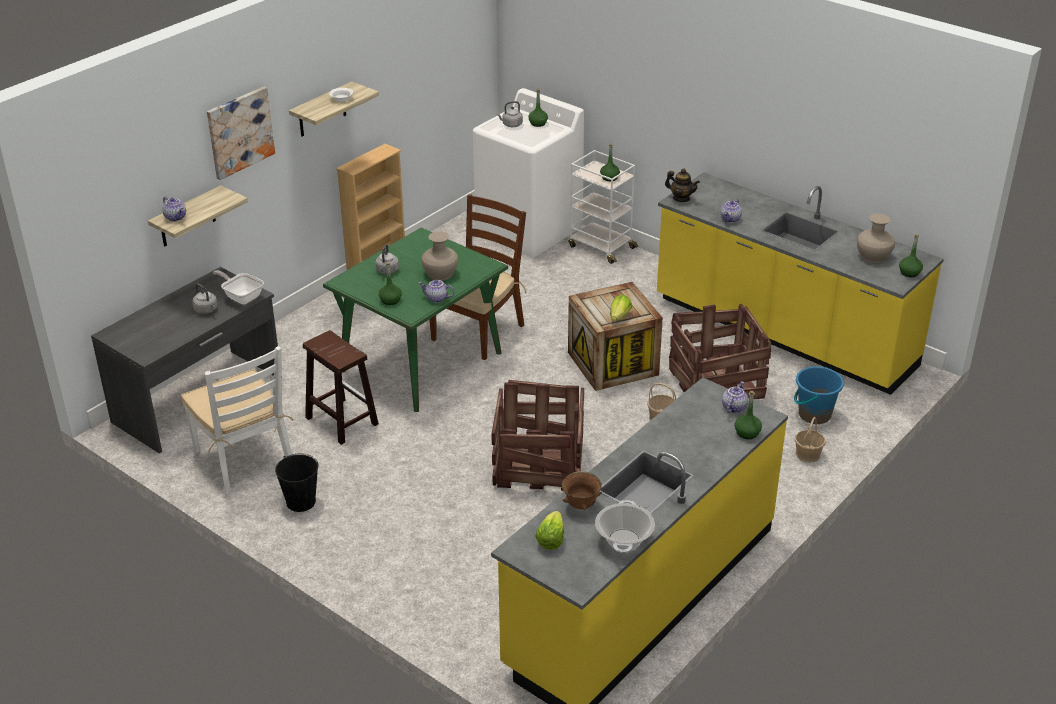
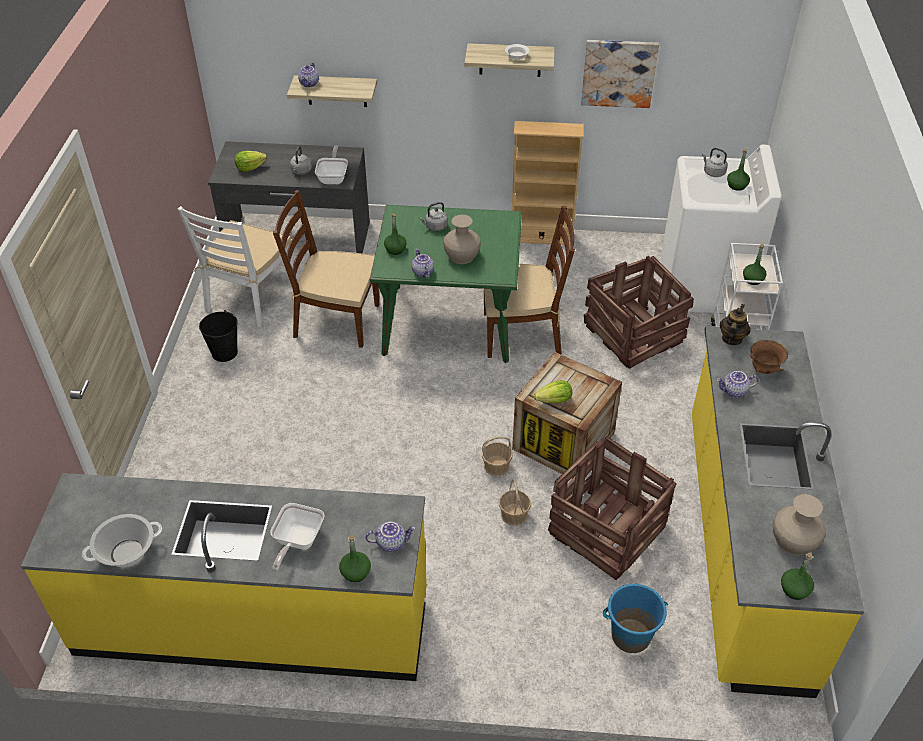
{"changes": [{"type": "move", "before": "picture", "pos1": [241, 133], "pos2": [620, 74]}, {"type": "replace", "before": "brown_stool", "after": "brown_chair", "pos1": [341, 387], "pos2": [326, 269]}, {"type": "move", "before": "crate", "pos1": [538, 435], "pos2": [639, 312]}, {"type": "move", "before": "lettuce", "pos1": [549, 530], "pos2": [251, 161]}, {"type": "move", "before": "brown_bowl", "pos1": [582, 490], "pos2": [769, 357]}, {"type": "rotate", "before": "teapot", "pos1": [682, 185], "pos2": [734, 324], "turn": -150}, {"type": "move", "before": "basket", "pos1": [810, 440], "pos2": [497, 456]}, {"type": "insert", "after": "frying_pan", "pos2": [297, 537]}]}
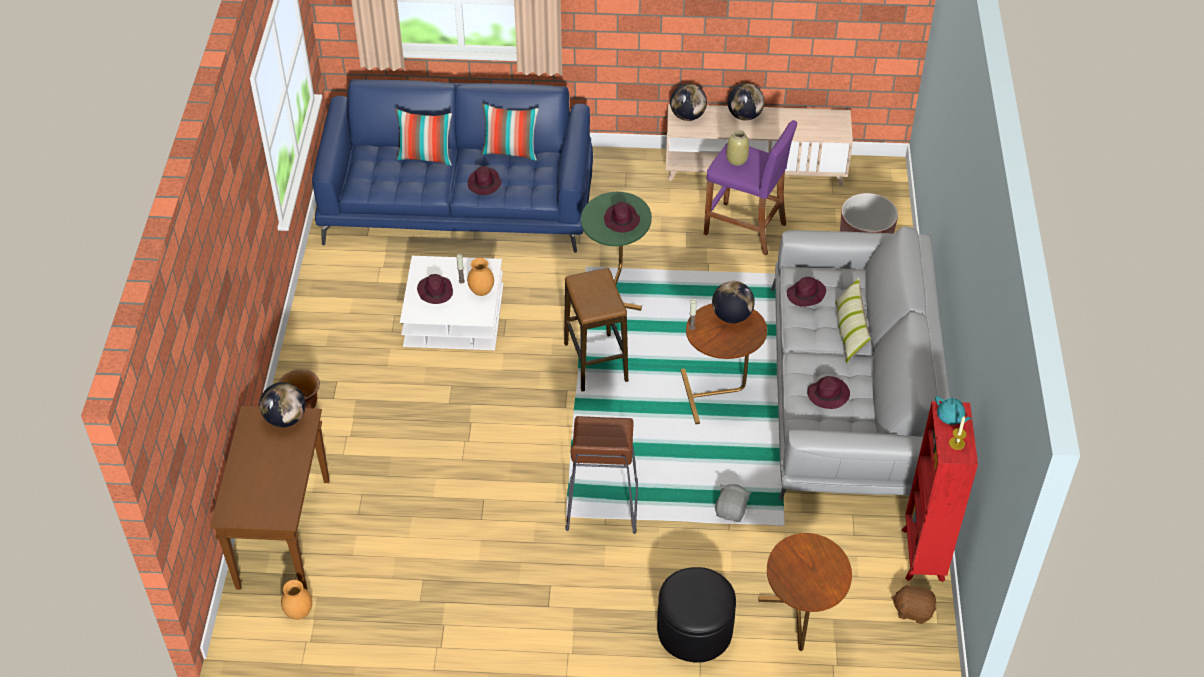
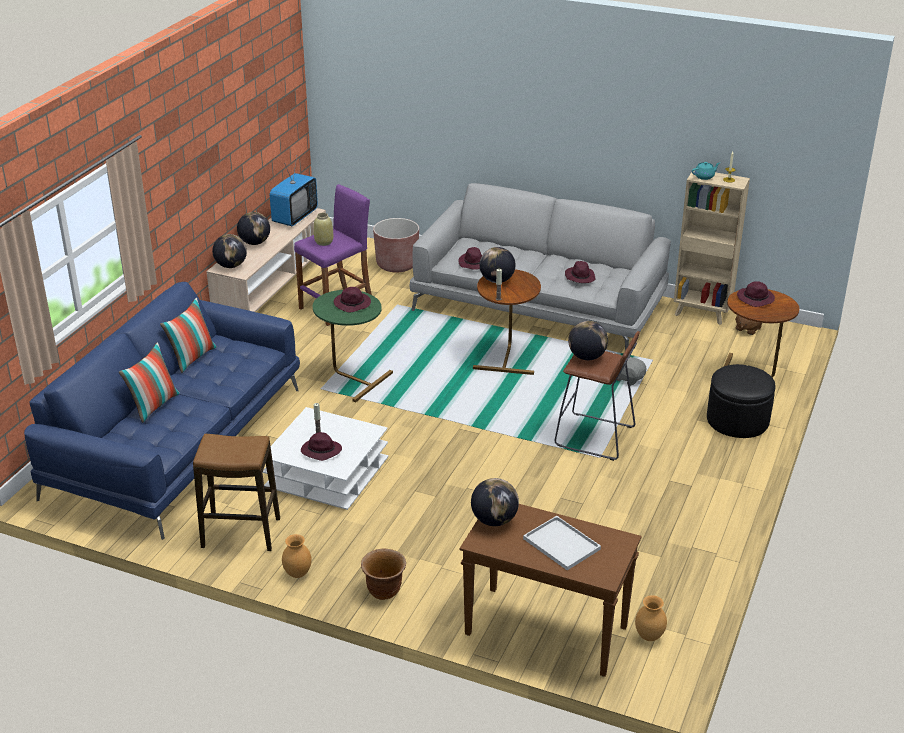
{"changes": [{"type": "move", "before": "brown_vase", "pos1": [480, 277], "pos2": [297, 556]}, {"type": "move", "before": "purple_hat", "pos1": [485, 180], "pos2": [756, 294]}, {"type": "move", "before": "stool", "pos1": [596, 329], "pos2": [236, 492]}, {"type": "delete", "before": "pillow", "pos1": [853, 320]}, {"type": "recolor", "before": "red_bookcase", "after": "beige_bookcase", "pos1": [939, 491], "pos2": [712, 247]}, {"type": "insert", "after": "television", "pos2": [293, 191]}, {"type": "insert", "after": "white_tray", "pos2": [562, 543]}, {"type": "insert", "after": "globe", "pos2": [588, 340]}]}
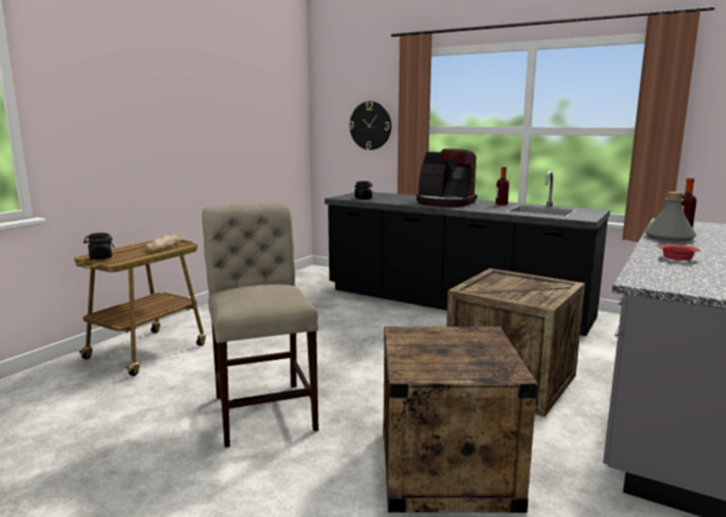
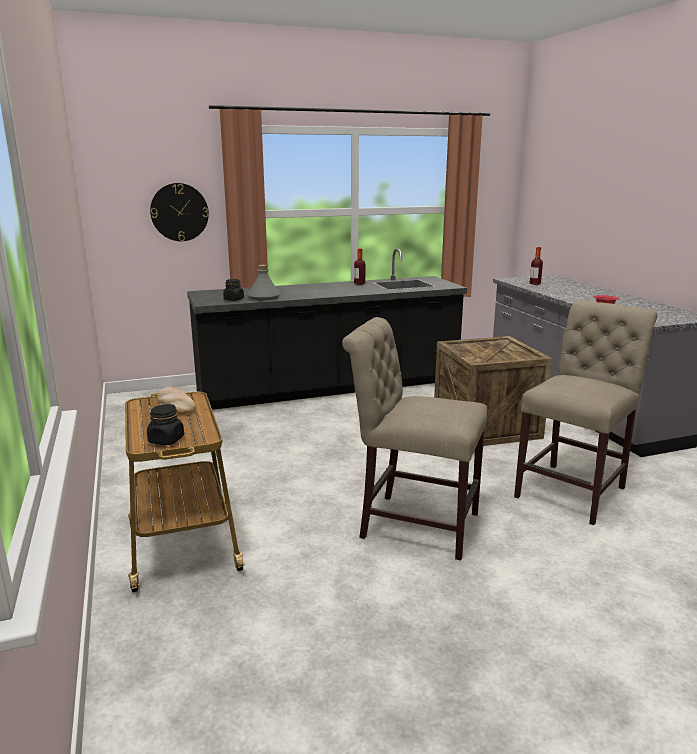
{"changes": [{"type": "replace", "before": "crate", "after": "beige_chair", "pos1": [460, 419], "pos2": [585, 412]}, {"type": "delete", "before": "coffee_machine", "pos1": [446, 178]}, {"type": "move", "before": "grey_bottle", "pos1": [670, 217], "pos2": [263, 282]}]}
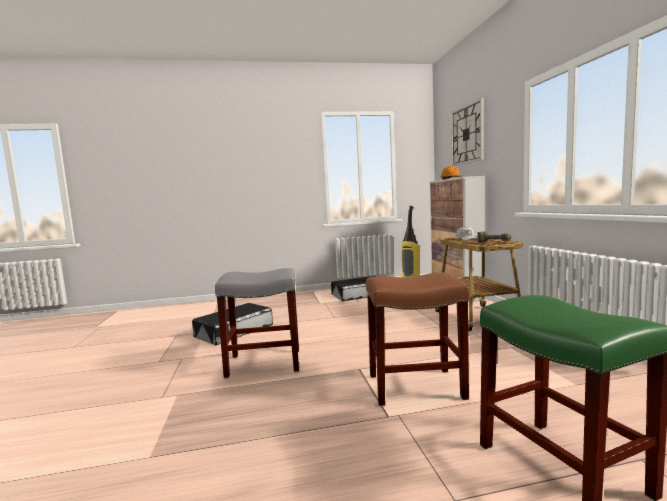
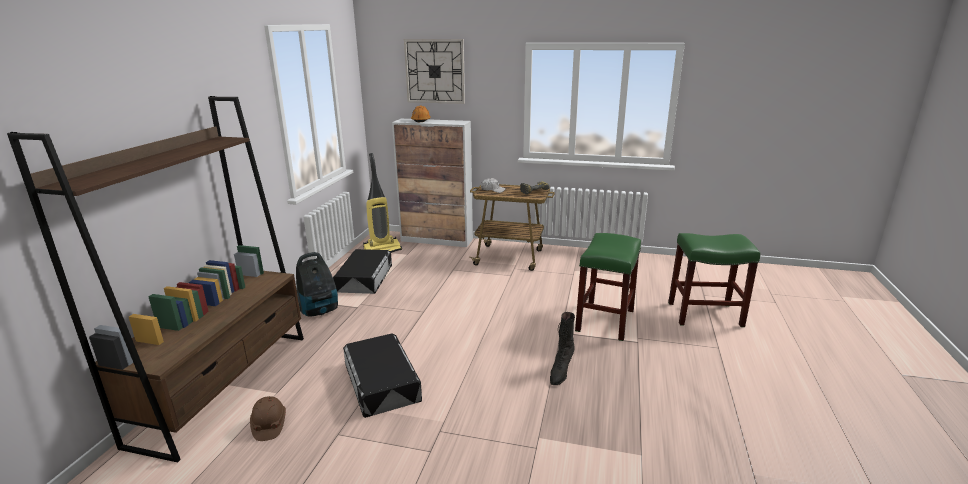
{"changes": [{"type": "delete", "before": "grey_stool", "pos1": [257, 323]}, {"type": "recolor", "before": "brown_stool", "after": "green_stool", "pos1": [417, 339], "pos2": [608, 287]}, {"type": "insert", "after": "brown_bookcase", "pos2": [155, 279]}, {"type": "insert", "after": "brown_hard_hat", "pos2": [268, 418]}, {"type": "insert", "after": "vacuum_cleaner", "pos2": [317, 284]}, {"type": "insert", "after": "black_boot", "pos2": [562, 348]}]}
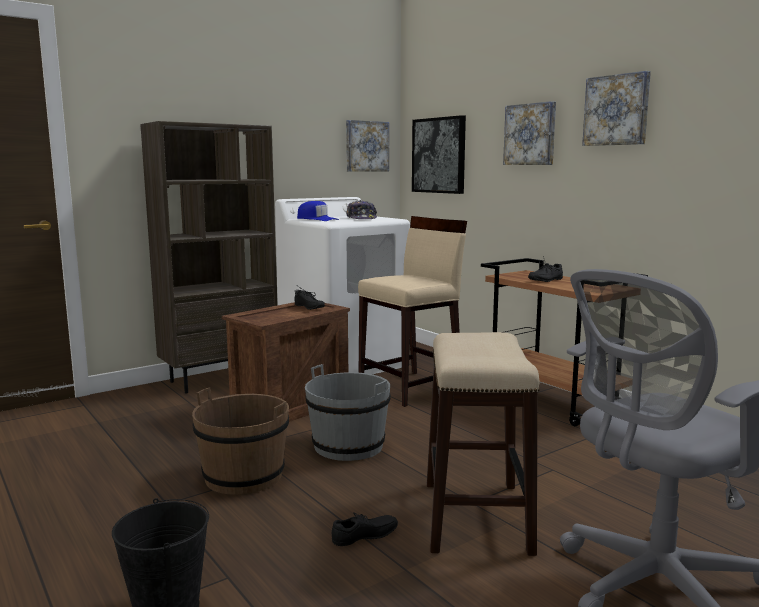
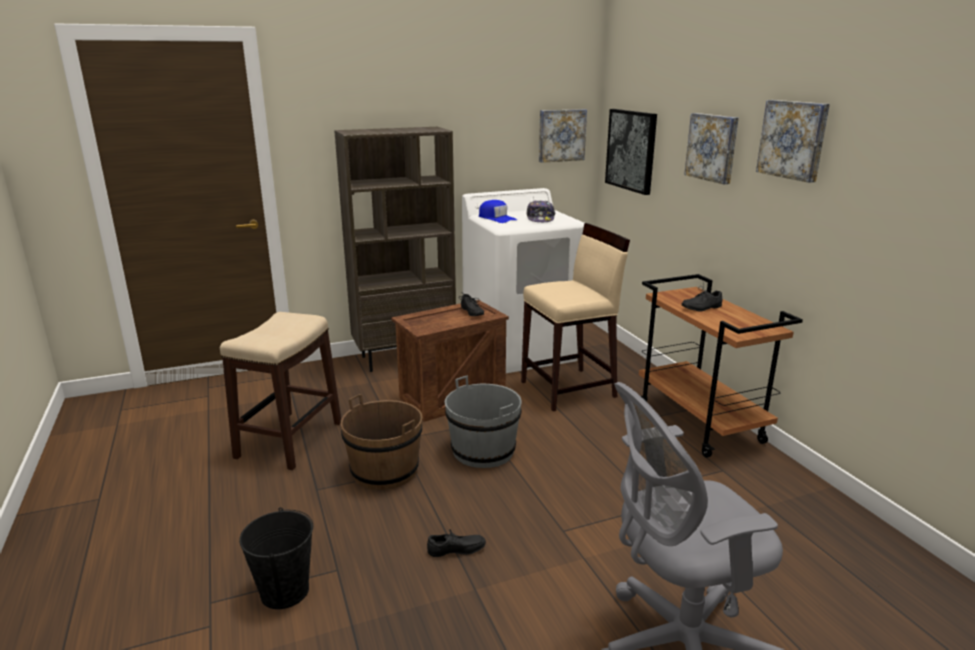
{"changes": [{"type": "move", "before": "stool", "pos1": [483, 444], "pos2": [280, 391]}]}
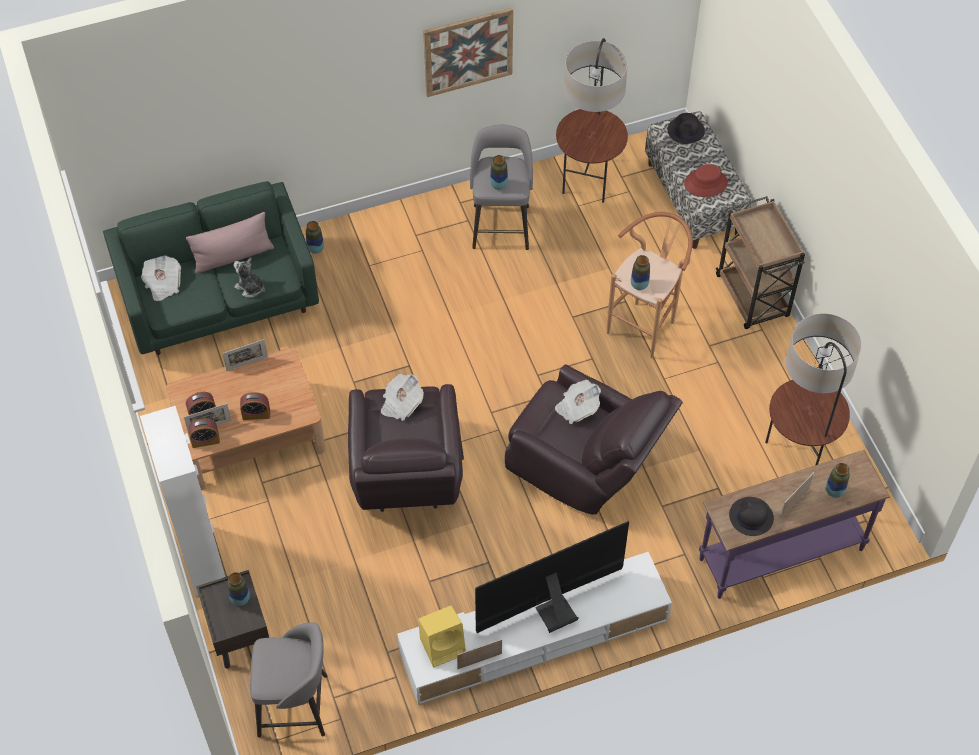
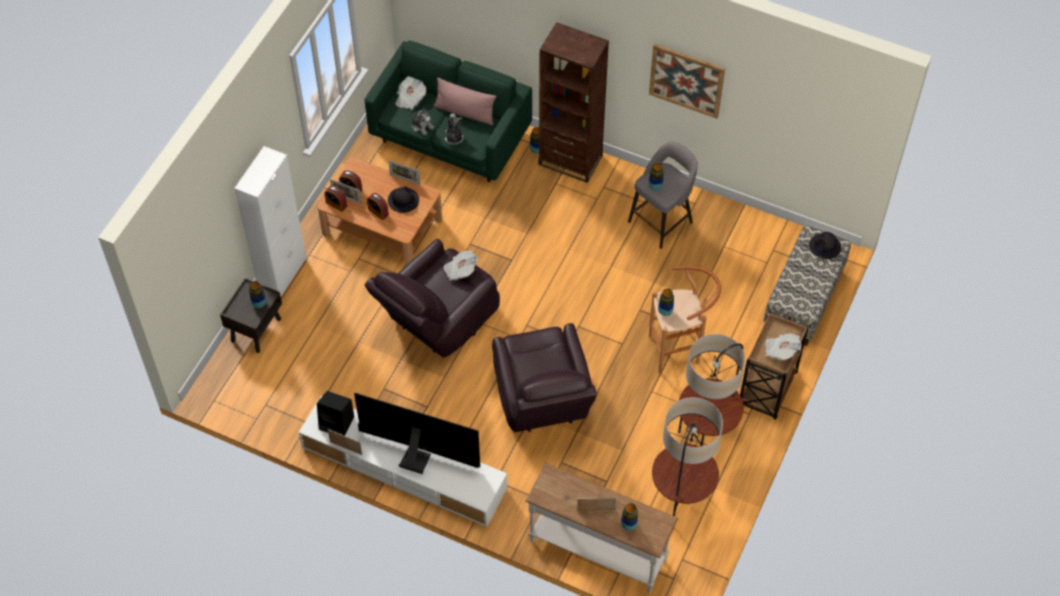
{"changes": [{"type": "delete", "before": "grey_stool", "pos1": [288, 679]}, {"type": "recolor", "before": "yellow_speaker", "after": "black_speaker", "pos1": [442, 637], "pos2": [335, 413]}, {"type": "move", "before": "newspaper", "pos1": [578, 402], "pos2": [783, 346]}, {"type": "move", "before": "floor_lamp", "pos1": [592, 120], "pos2": [711, 390]}, {"type": "delete", "before": "red_hat", "pos1": [706, 180]}, {"type": "recolor", "before": "purple_console_table", "after": "white_console_table", "pos1": [794, 524], "pos2": [601, 528]}, {"type": "move", "before": "black_hat", "pos1": [751, 516], "pos2": [403, 199]}, {"type": "insert", "after": "plush_toy", "pos2": [422, 122]}, {"type": "insert", "after": "brown_bookcase", "pos2": [574, 102]}]}
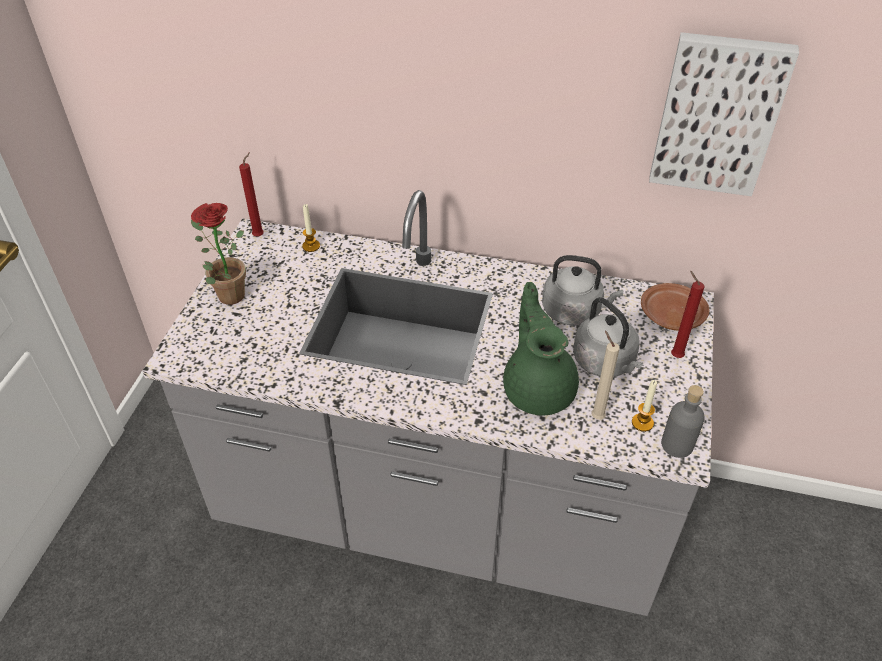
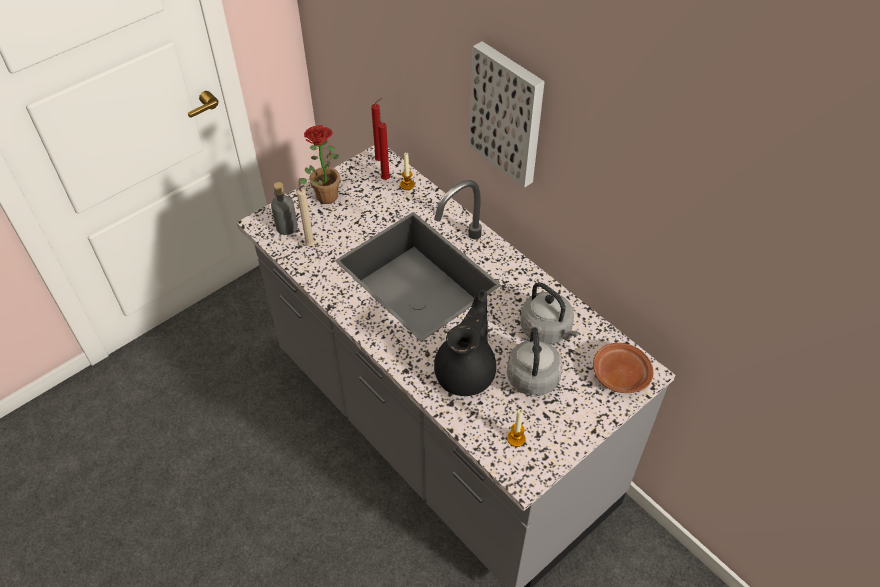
{"changes": [{"type": "recolor", "before": "green_teapot", "after": "black_teapot", "pos1": [541, 349], "pos2": [465, 342]}, {"type": "move", "before": "beige_candle", "pos1": [605, 375], "pos2": [306, 212]}, {"type": "move", "before": "picture", "pos1": [724, 114], "pos2": [507, 114]}, {"type": "move", "before": "grey_bottle", "pos1": [683, 421], "pos2": [284, 208]}, {"type": "move", "before": "red_candle", "pos1": [688, 314], "pos2": [384, 146]}]}
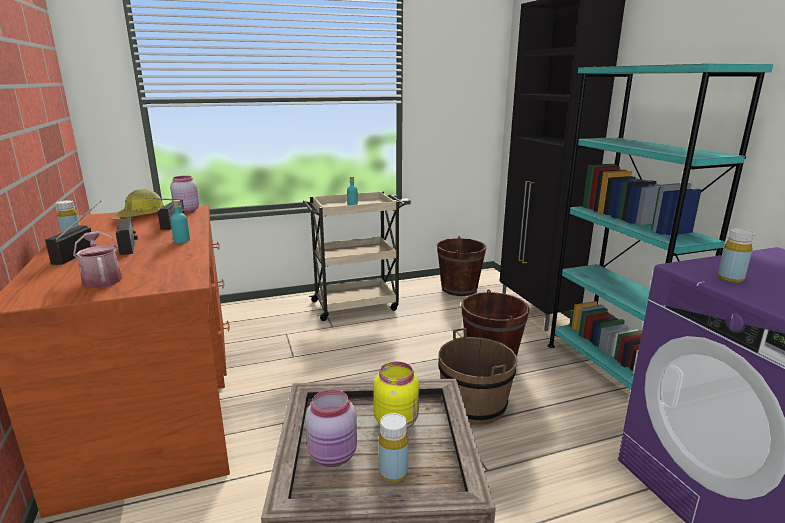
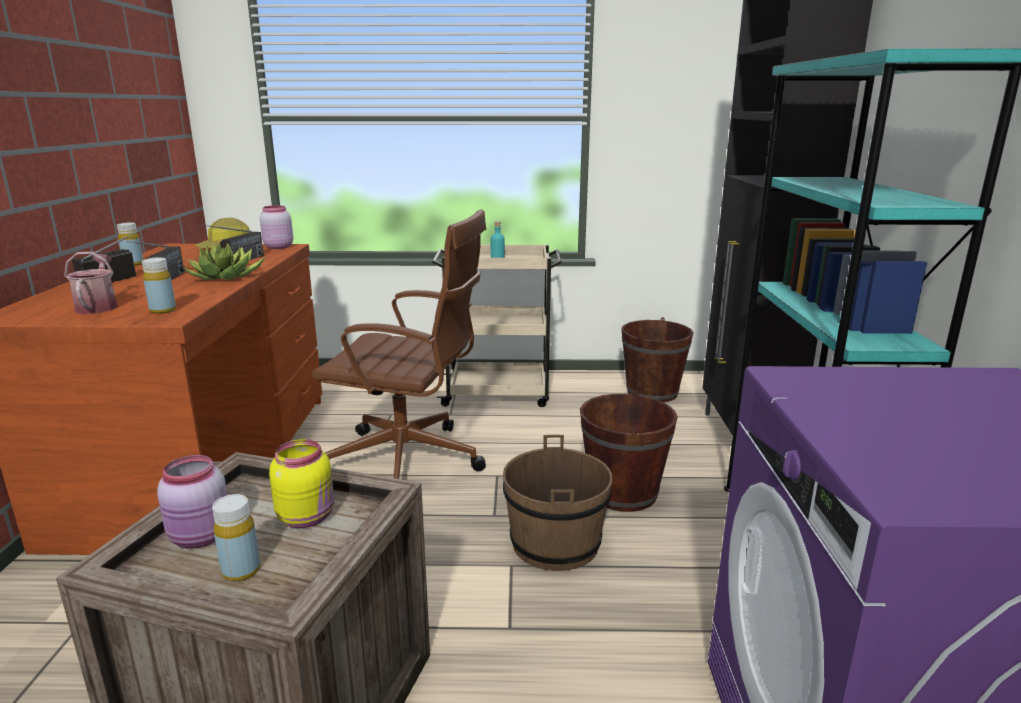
{"changes": [{"type": "replace", "before": "turquoise_bottle", "after": "potted_plant", "pos1": [180, 221], "pos2": [224, 262]}, {"type": "move", "before": "yellow_bottle", "pos1": [736, 256], "pos2": [159, 286]}, {"type": "insert", "after": "brown_office_chair", "pos2": [399, 344]}]}
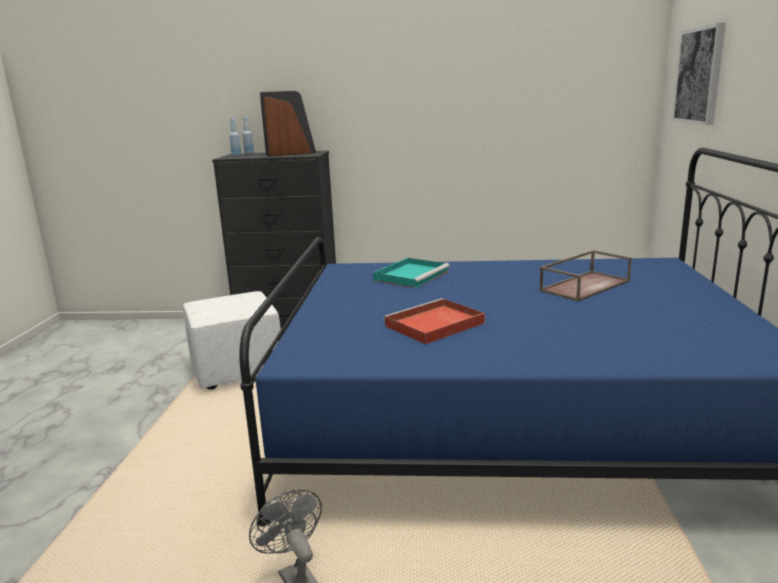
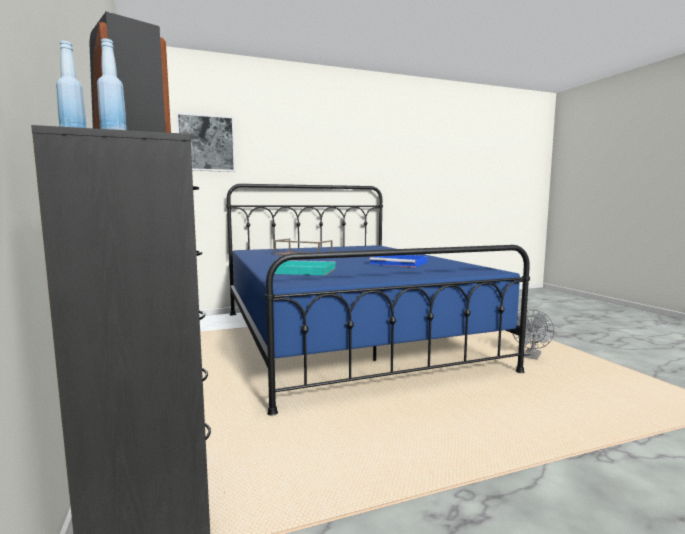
{"changes": [{"type": "delete", "before": "white_ottoman", "pos1": [232, 340]}, {"type": "recolor", "before": "red_tray", "after": "blue_tray", "pos1": [434, 321], "pos2": [399, 261]}]}
